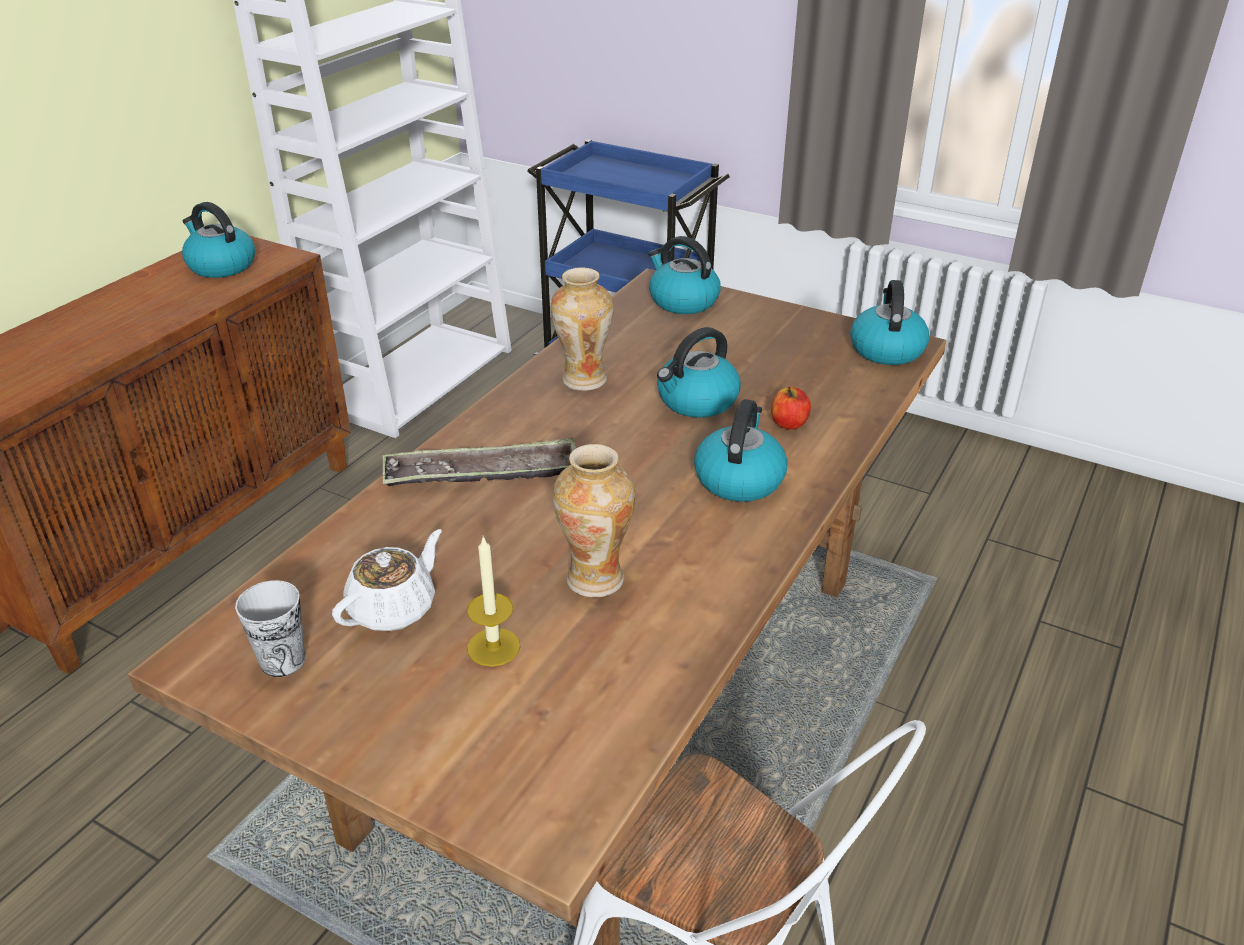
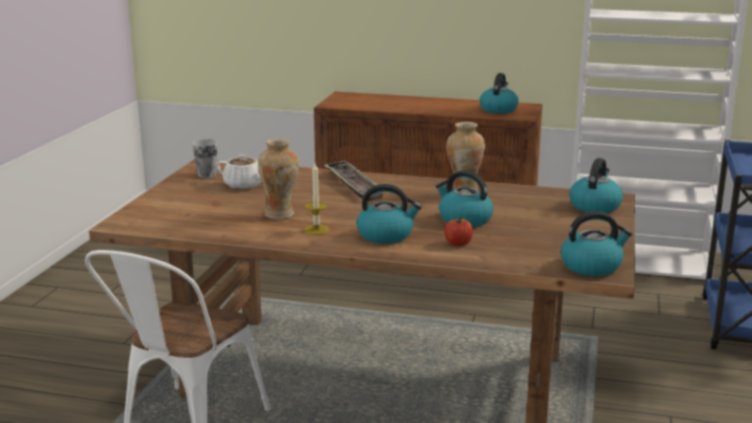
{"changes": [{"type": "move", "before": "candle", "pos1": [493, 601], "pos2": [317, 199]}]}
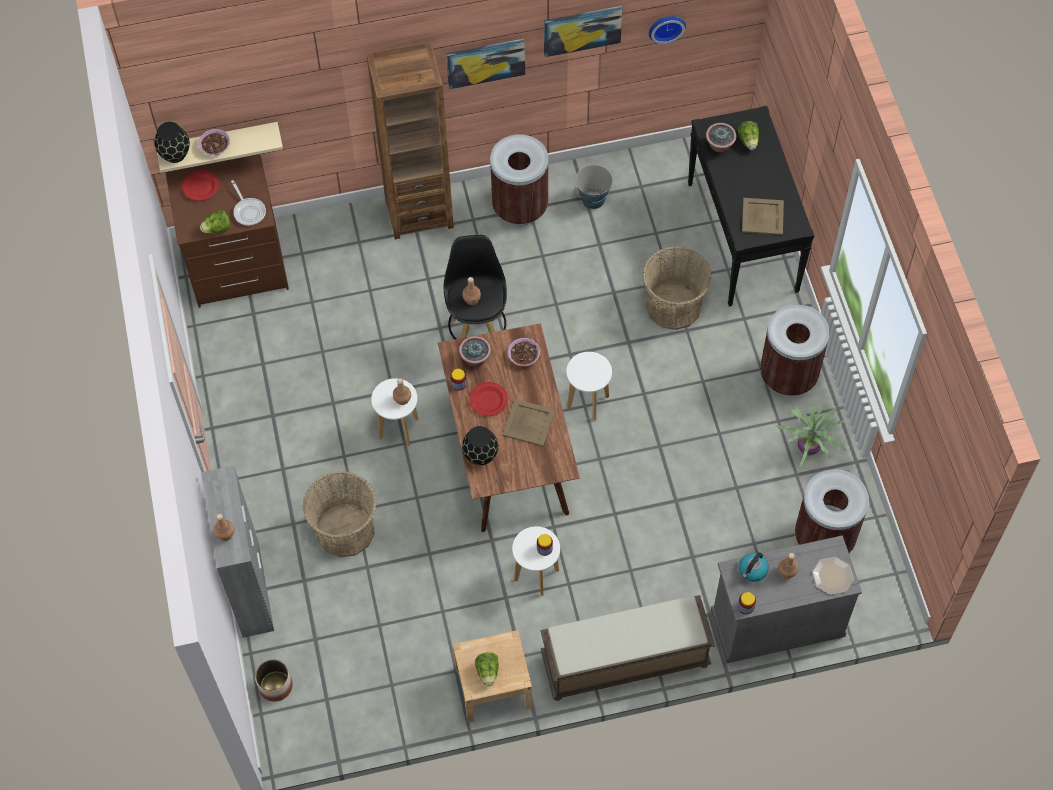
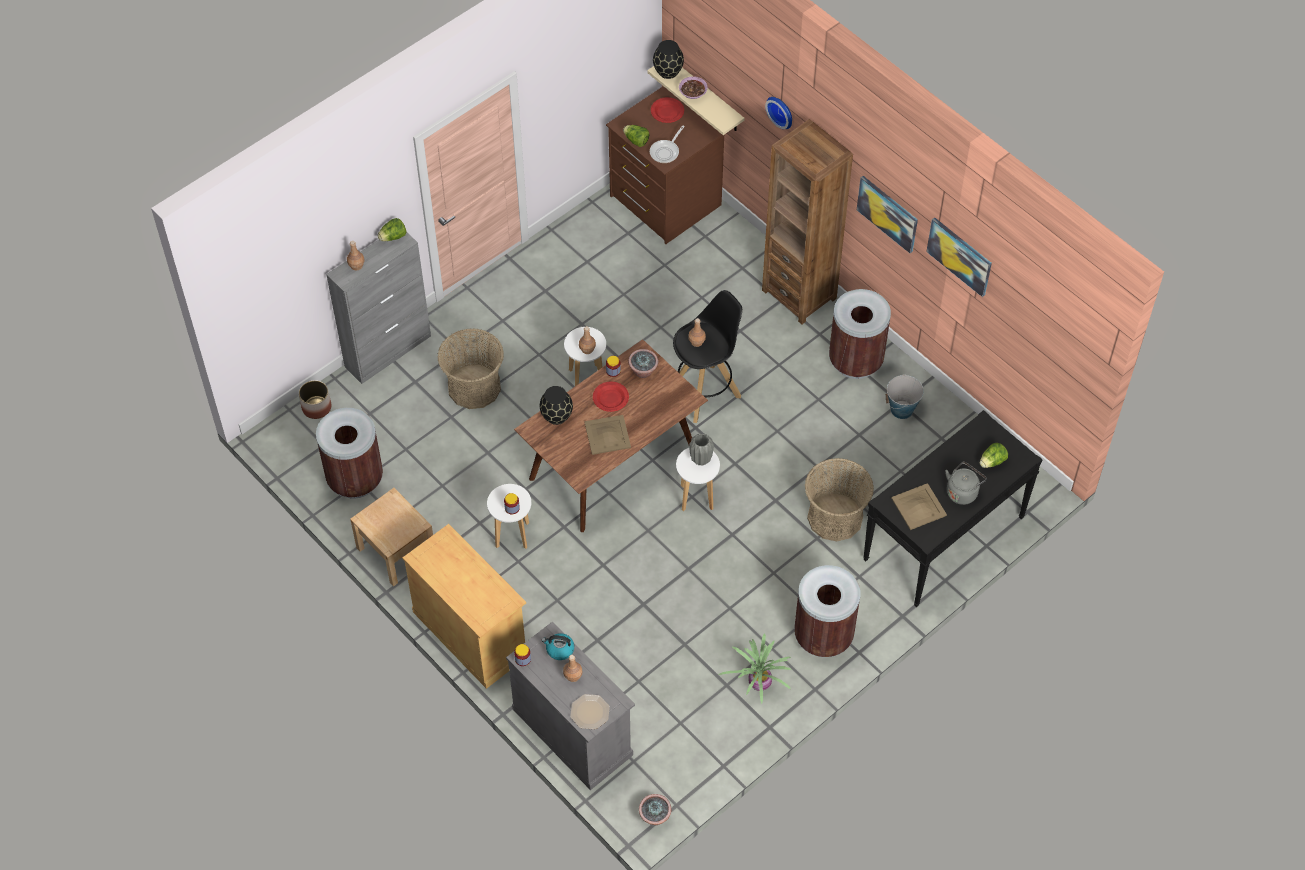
{"changes": [{"type": "move", "before": "lettuce", "pos1": [487, 669], "pos2": [391, 229]}, {"type": "delete", "before": "bowl", "pos1": [524, 352]}, {"type": "replace", "before": "brown_bench", "after": "beige_cabinet", "pos1": [627, 648], "pos2": [464, 606]}, {"type": "move", "before": "wall_clock", "pos1": [667, 30], "pos2": [778, 113]}, {"type": "move", "before": "potted_plant", "pos1": [721, 137], "pos2": [655, 809]}, {"type": "move", "before": "brown_trash_can", "pos1": [832, 511], "pos2": [349, 453]}, {"type": "insert", "after": "grey_vase", "pos2": [701, 450]}, {"type": "insert", "after": "grey_kettle", "pos2": [966, 483]}]}
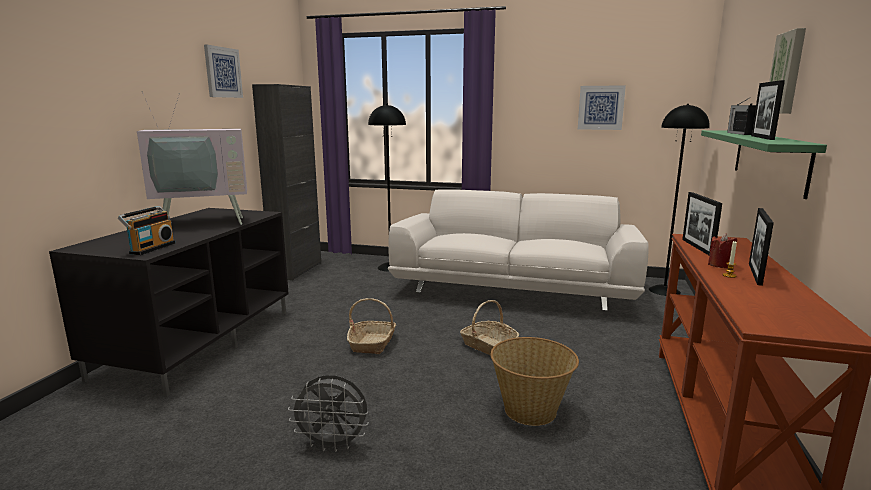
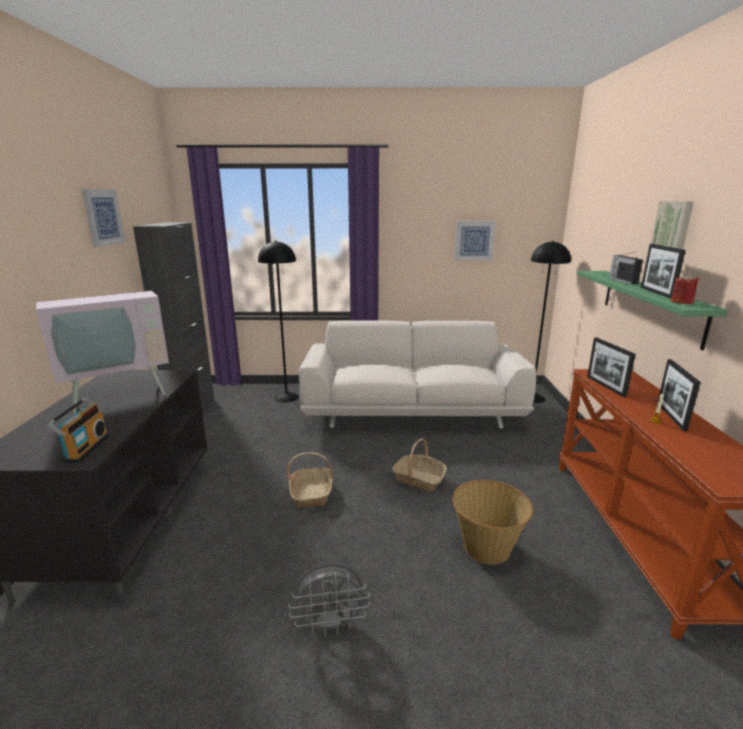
{"changes": [{"type": "move", "before": "red_candle", "pos1": [722, 251], "pos2": [685, 289]}]}
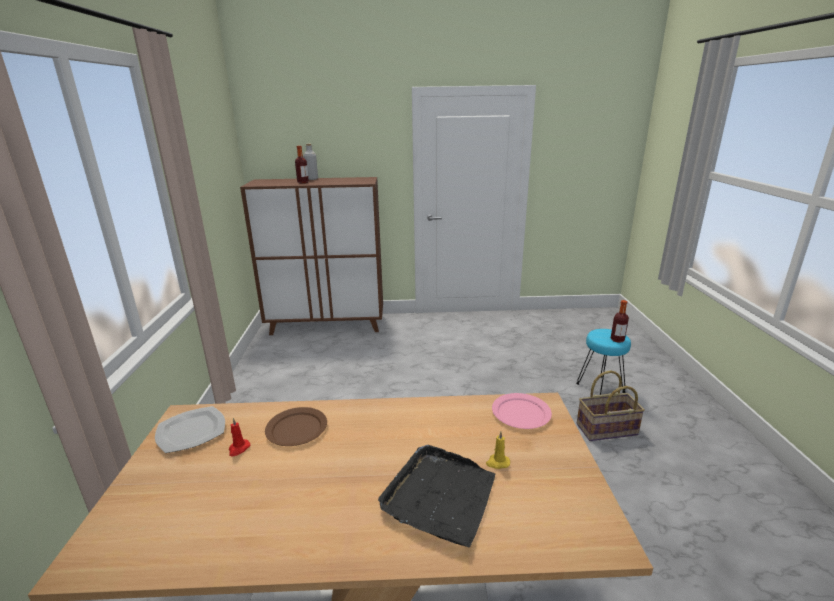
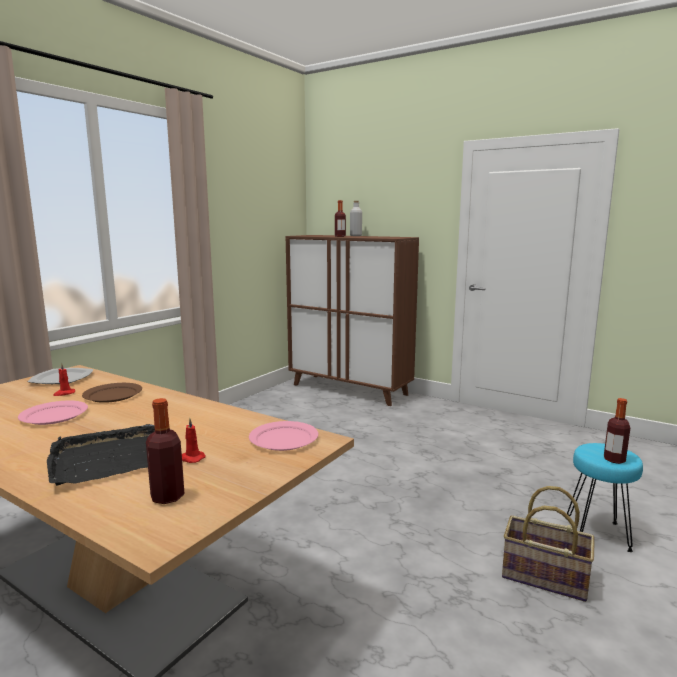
{"changes": [{"type": "recolor", "before": "yellow_candle", "after": "red_candle", "pos1": [498, 450], "pos2": [193, 440]}, {"type": "insert", "after": "pink_plate", "pos2": [53, 413]}, {"type": "insert", "after": "bottle", "pos2": [165, 451]}]}
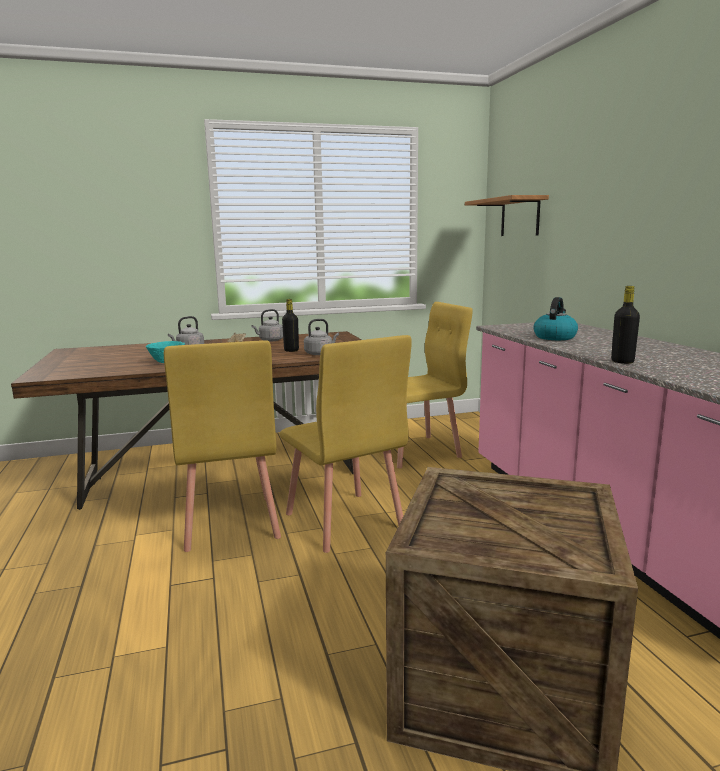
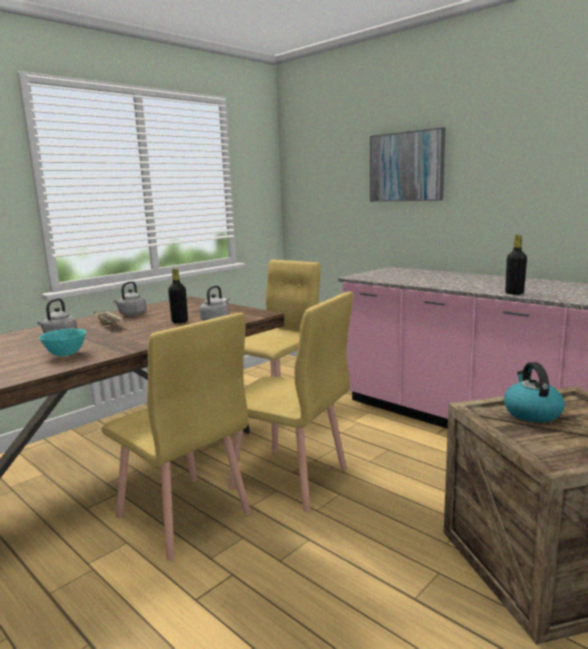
{"changes": [{"type": "delete", "before": "shelf", "pos1": [507, 215]}, {"type": "move", "before": "kettle", "pos1": [556, 318], "pos2": [534, 392]}, {"type": "insert", "after": "picture", "pos2": [407, 164]}]}
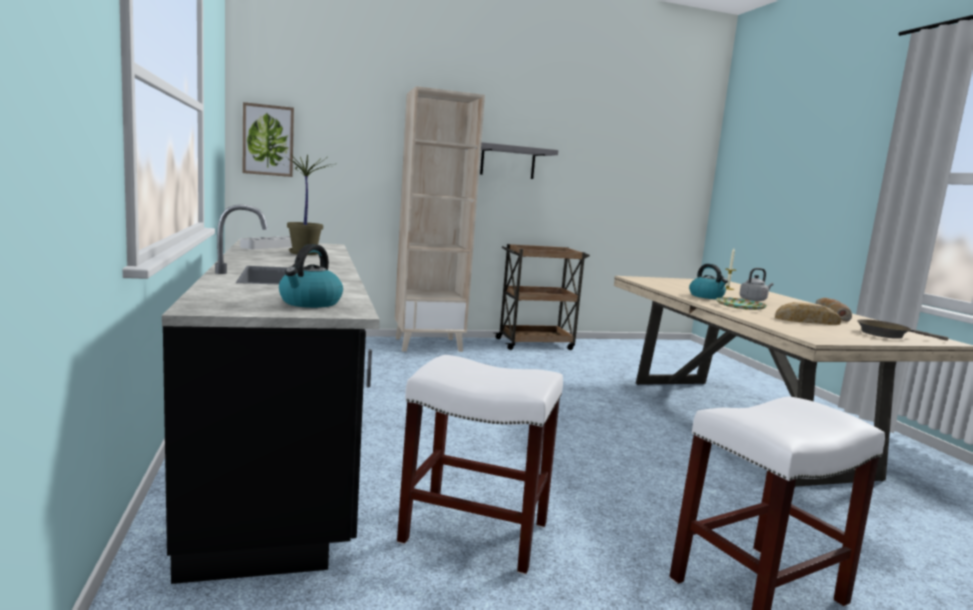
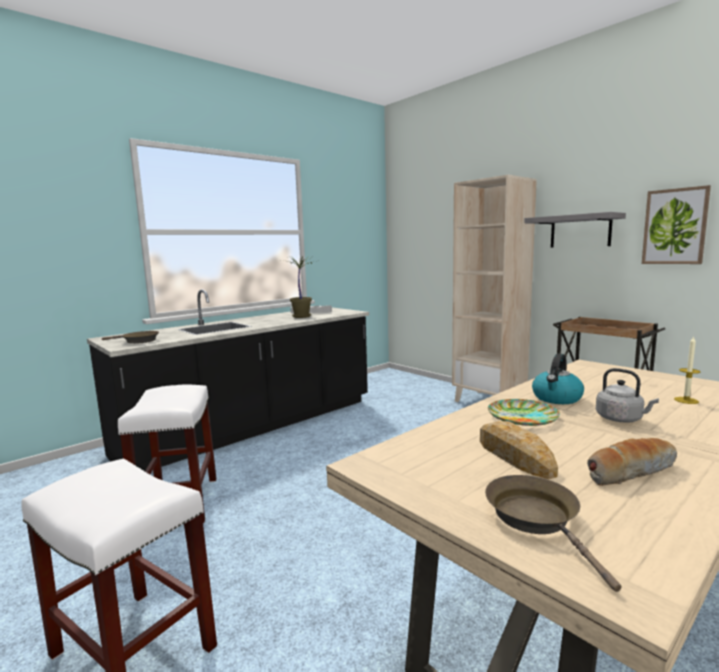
{"changes": [{"type": "move", "before": "picture", "pos1": [268, 139], "pos2": [676, 224]}, {"type": "replace", "before": "kettle", "after": "brown_frying_pan", "pos1": [311, 276], "pos2": [130, 337]}]}
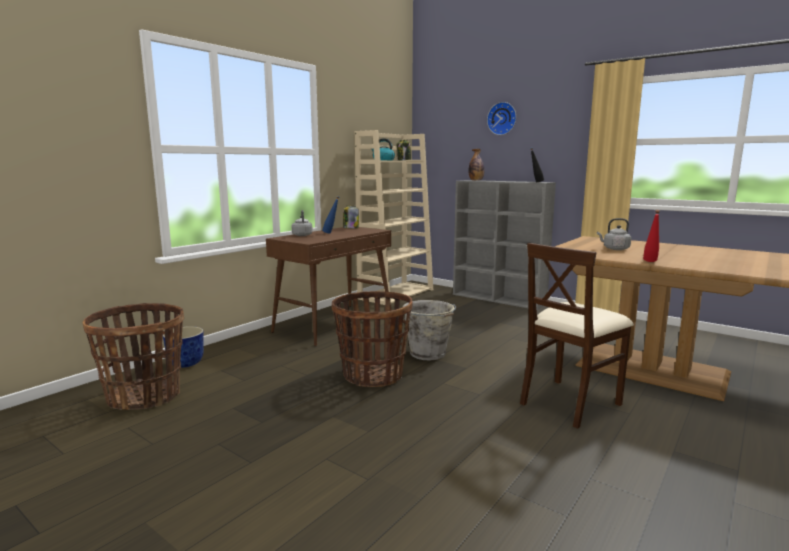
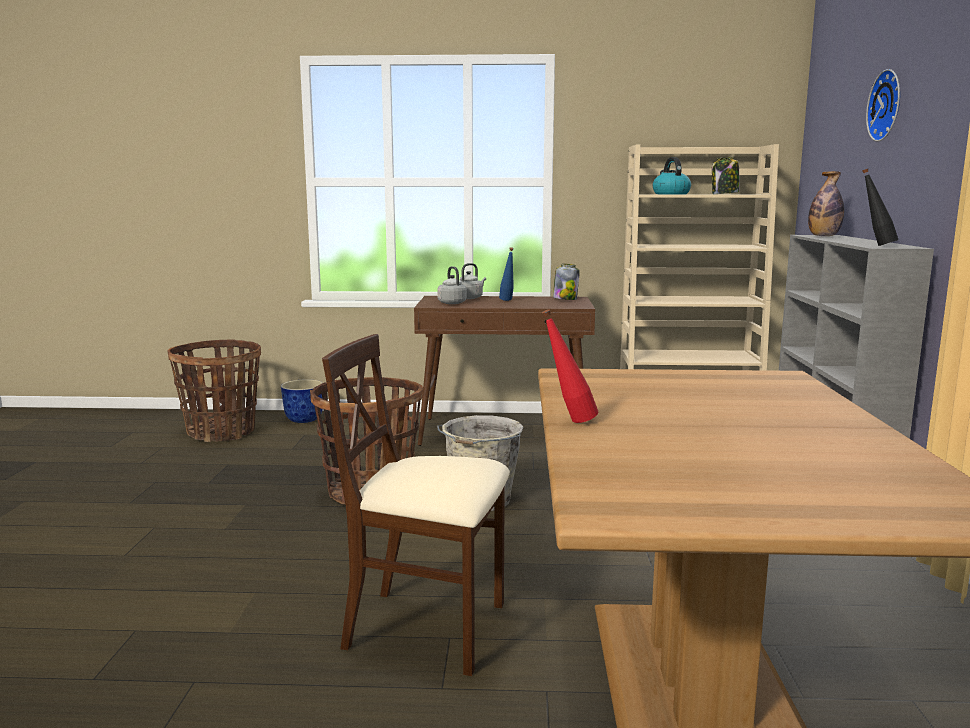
{"changes": [{"type": "move", "before": "grey_kettle", "pos1": [614, 234], "pos2": [452, 285]}]}
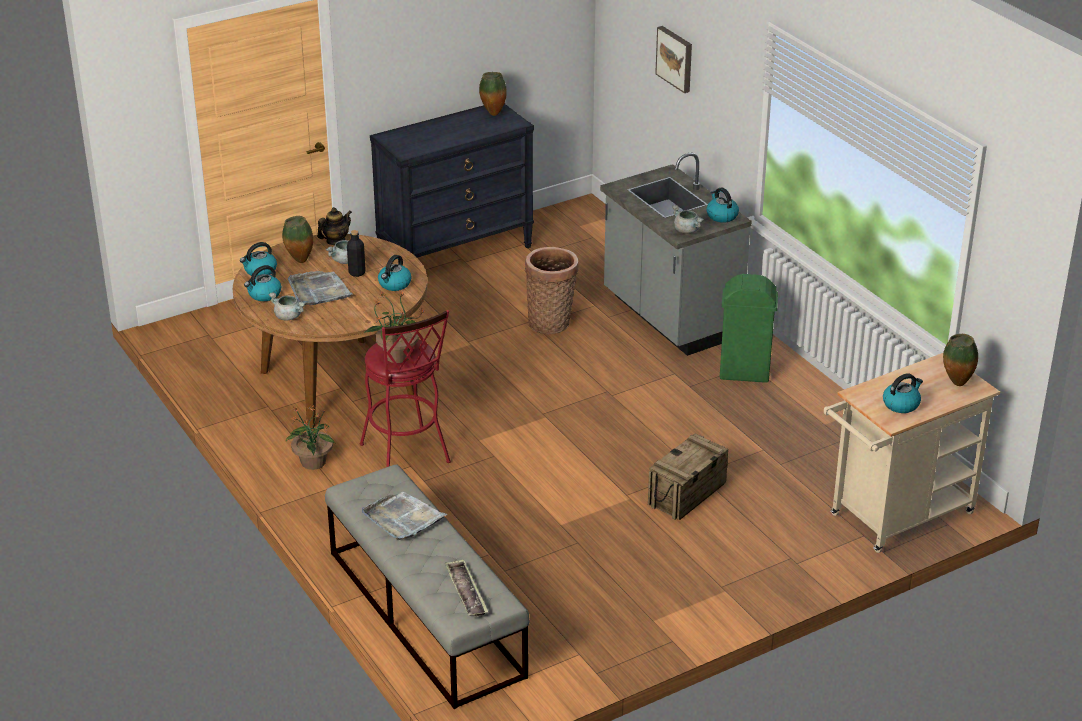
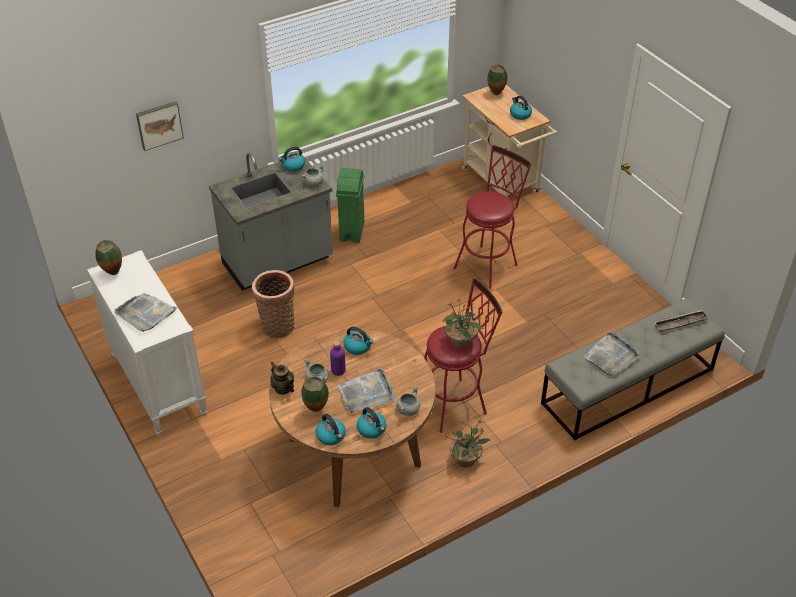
{"changes": [{"type": "recolor", "before": "black_bottle", "after": "purple_bottle", "pos1": [356, 253], "pos2": [338, 358]}, {"type": "recolor", "before": "black_dresser", "after": "white_dresser", "pos1": [452, 180], "pos2": [147, 343]}, {"type": "replace", "before": "crate", "after": "red_stool", "pos1": [688, 476], "pos2": [492, 217]}, {"type": "insert", "after": "grey_tray", "pos2": [146, 312]}]}
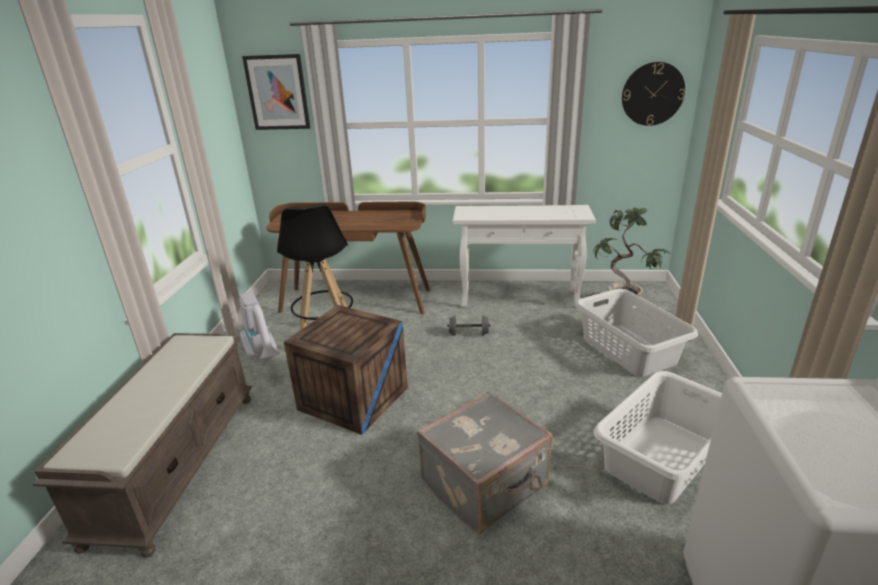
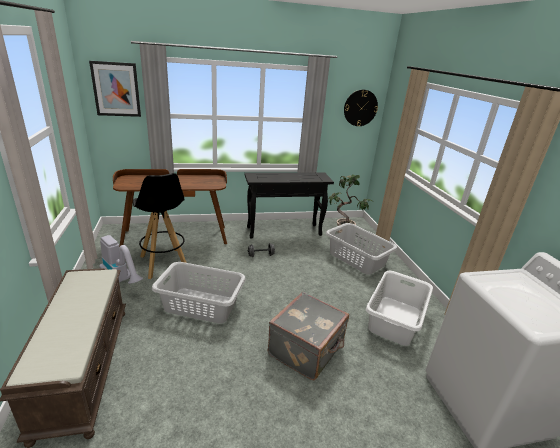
{"changes": [{"type": "replace", "before": "crate", "after": "grey_laundry_basket", "pos1": [346, 370], "pos2": [199, 293]}, {"type": "recolor", "before": "white_console_table", "after": "black_console_table", "pos1": [524, 257], "pos2": [289, 205]}]}
